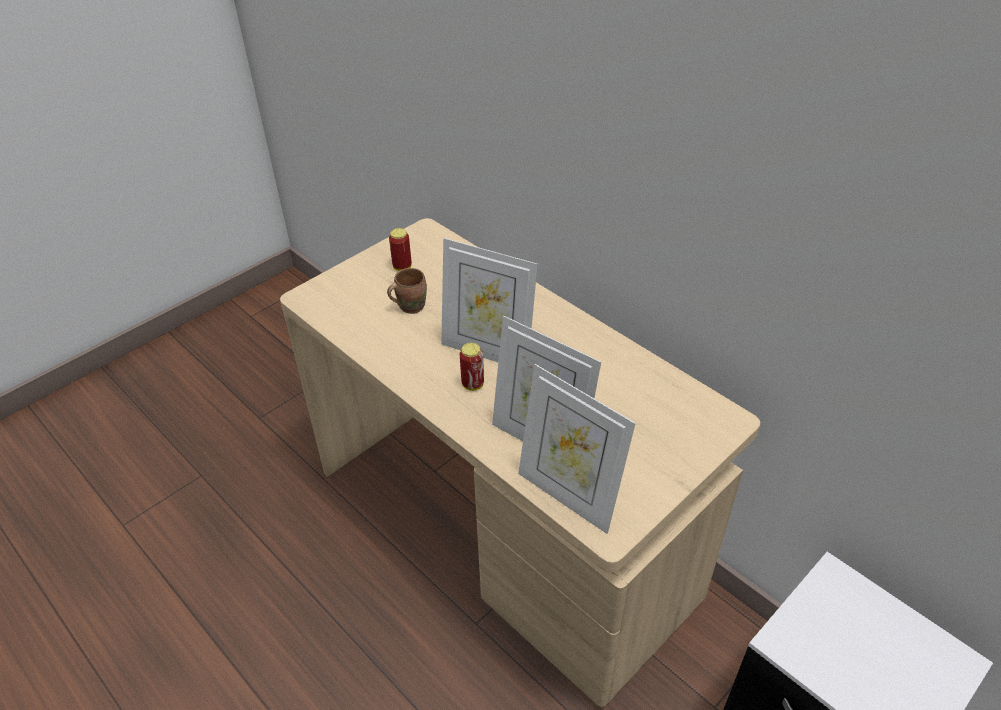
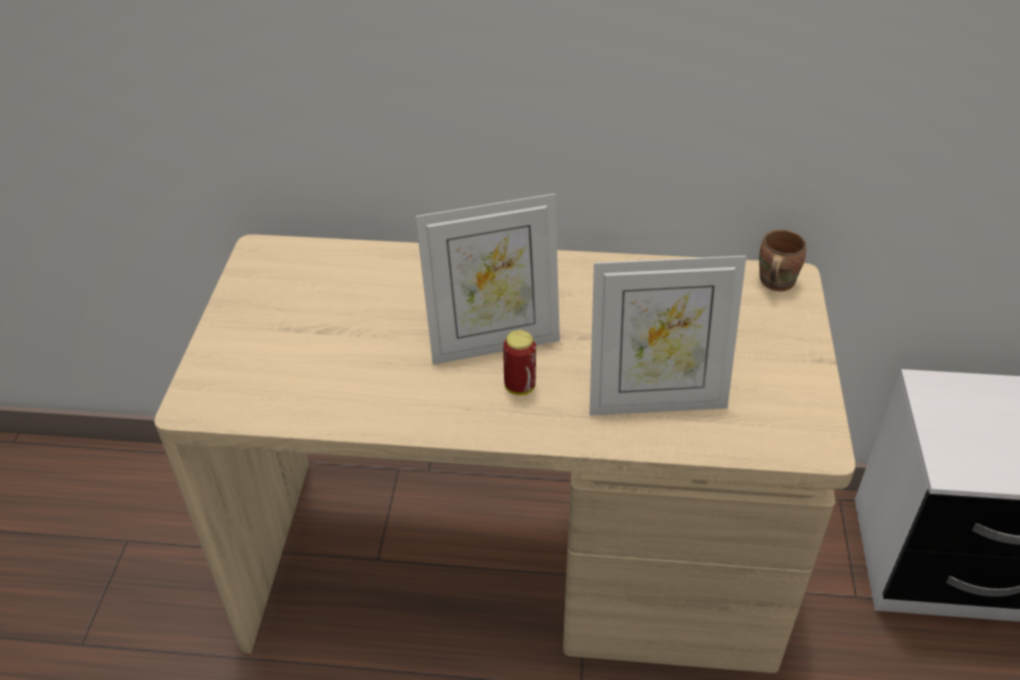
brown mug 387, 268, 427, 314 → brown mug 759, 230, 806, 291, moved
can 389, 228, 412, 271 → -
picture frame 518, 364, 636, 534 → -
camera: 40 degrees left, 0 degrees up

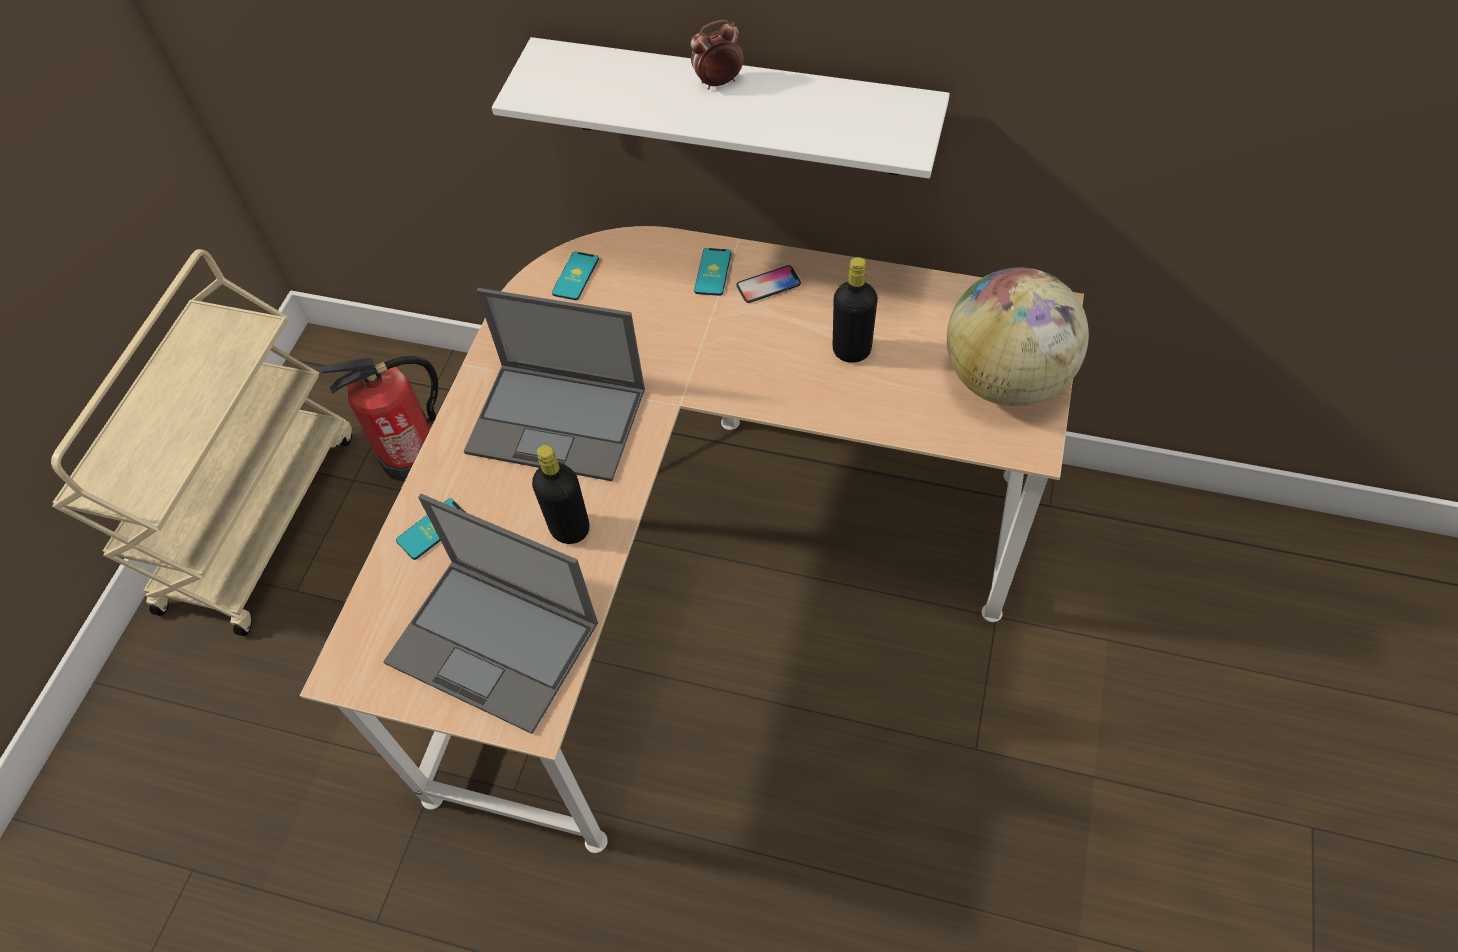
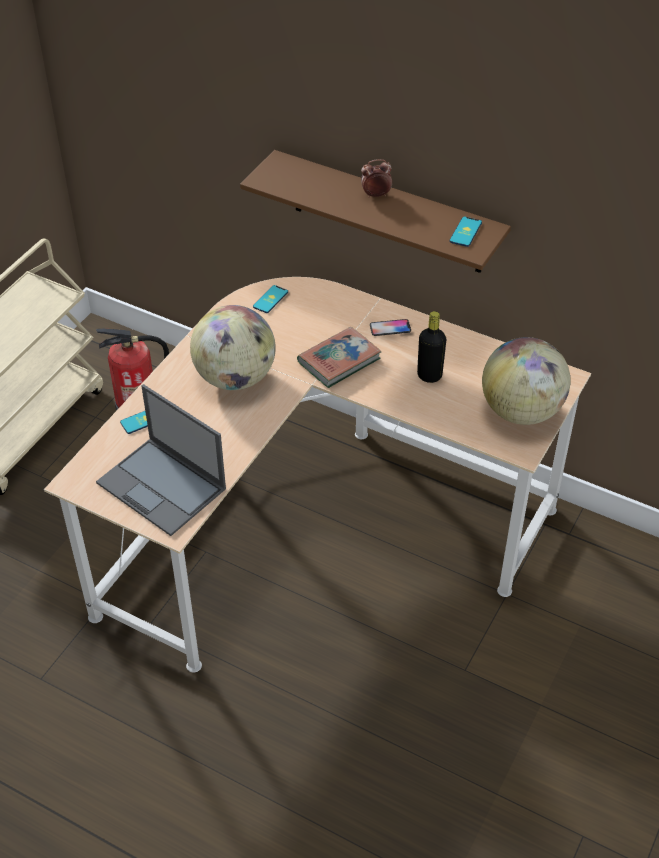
laptop 464, 288, 645, 481 → globe 190, 305, 276, 390
white shelf 492, 37, 950, 179 → brown shelf 240, 150, 511, 273
black bottle 532, 445, 590, 544 → -
phone 694, 248, 731, 296 → phone 450, 216, 482, 247, moved
- → book 297, 327, 381, 388
camera: 10 degrees right, 10 degrees down

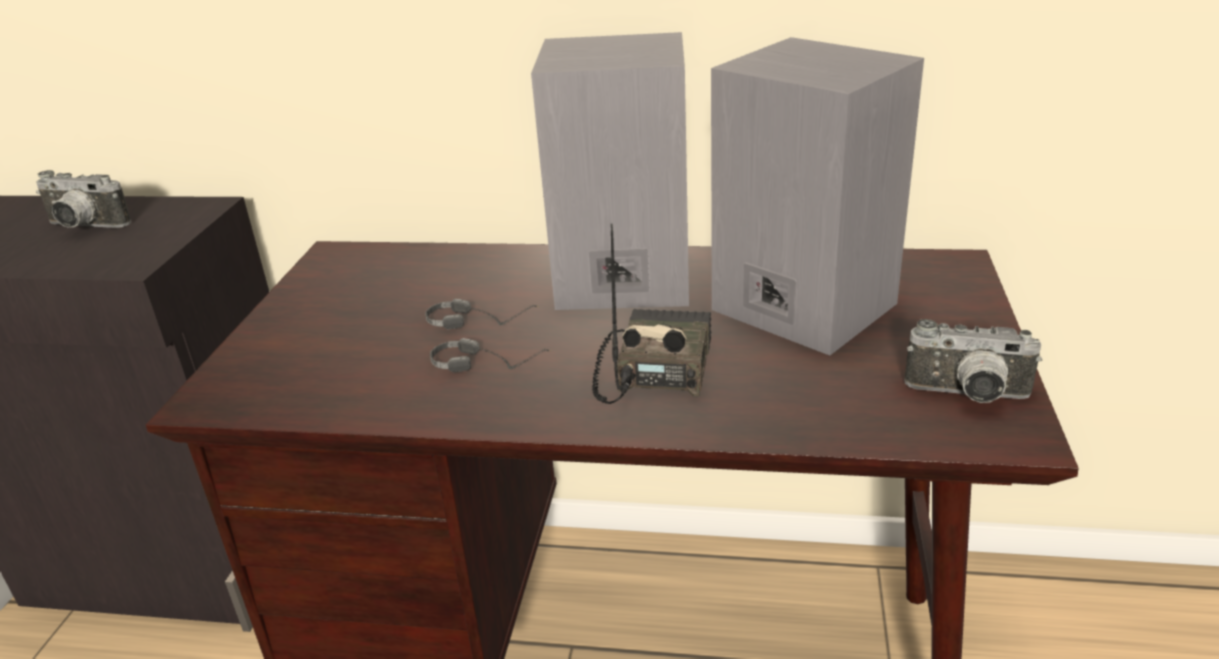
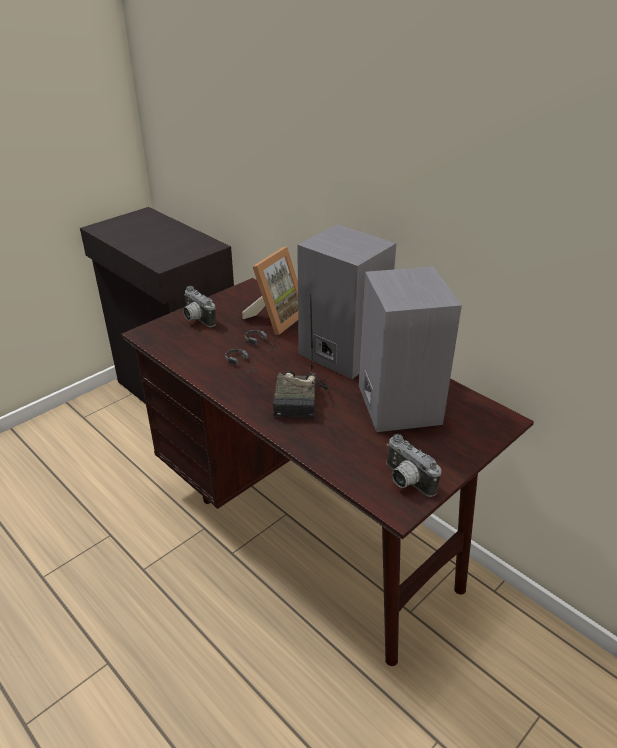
photo camera 36, 170, 131, 228 → photo camera 183, 286, 216, 327, moved
radio 592, 224, 711, 404 → radio 273, 293, 328, 418, 135 degrees clockwise
- → picture frame 242, 247, 298, 335
camera: 35 degrees right, 5 degrees up

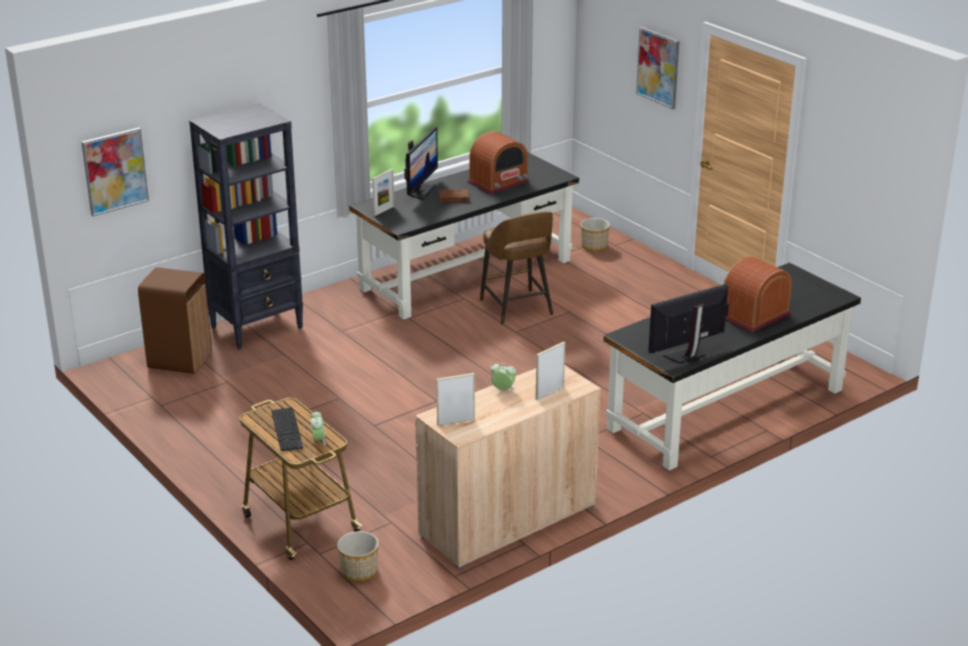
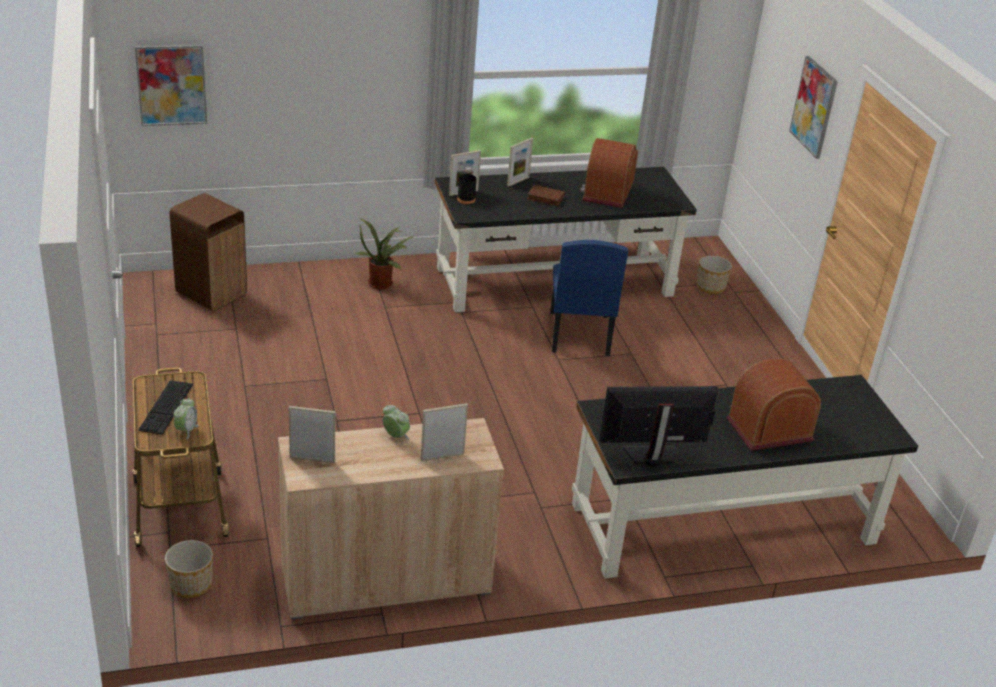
black bookcase 189, 103, 303, 350 → -
monitor 404, 127, 438, 200 → picture frame 507, 138, 533, 187
radio 468, 131, 529, 194 → radio 580, 138, 638, 208, 120 degrees clockwise
brown stool 480, 212, 553, 325 → blue chair 551, 240, 628, 356
- → potted plant 355, 218, 413, 290
- → black bottle 457, 167, 477, 204
camera: 20 degrees right, 5 degrees up

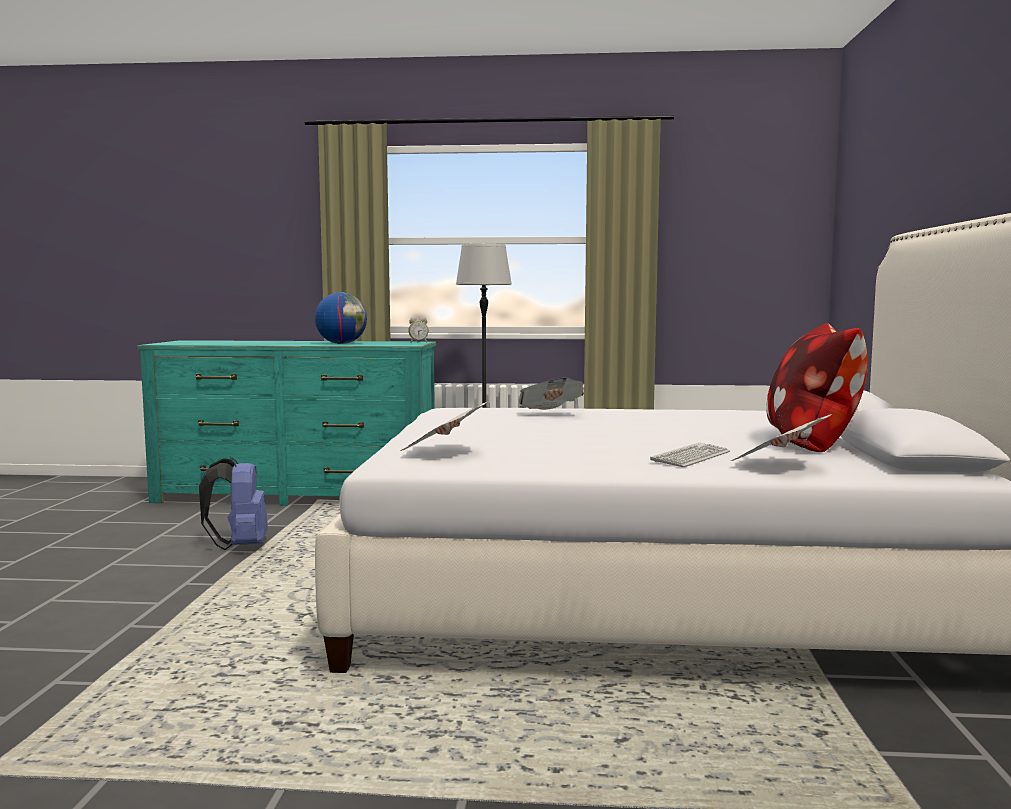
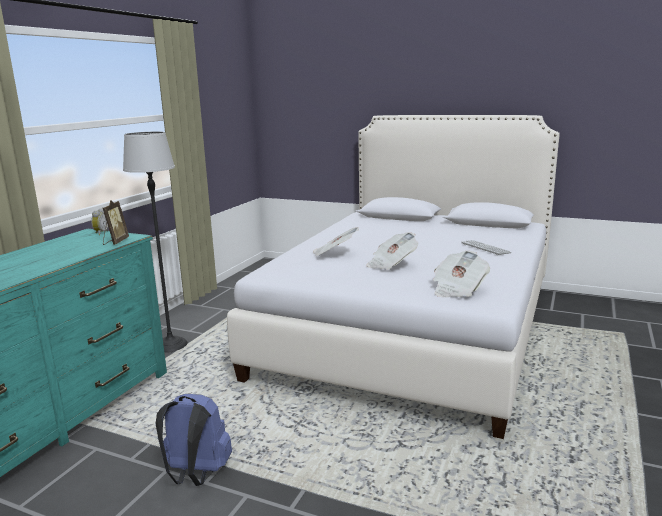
globe 315, 292, 367, 344 → -
newspaper 731, 414, 831, 461 → newspaper 366, 232, 418, 270, moved
pillow 766, 323, 868, 452 → -
- → picture frame 103, 200, 129, 245
camera: 70 degrees left, 10 degrees up

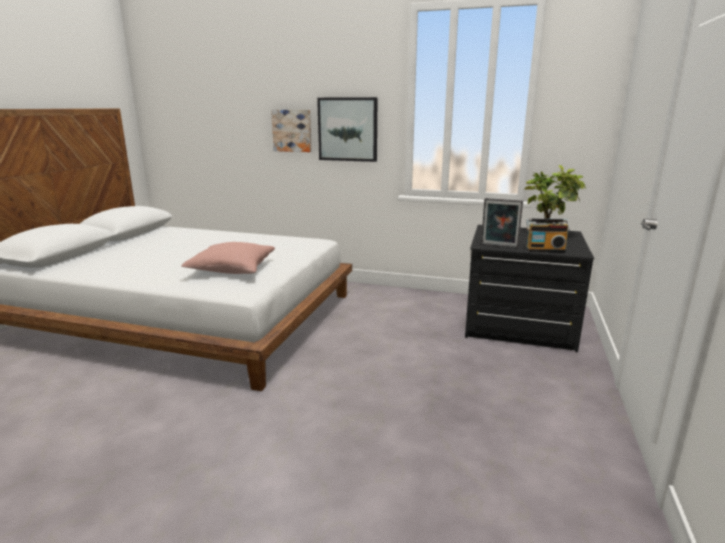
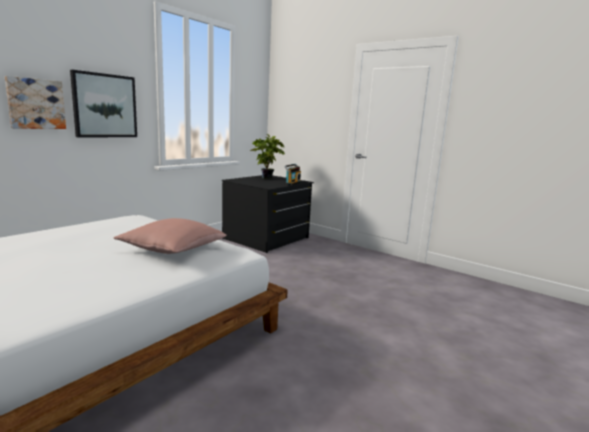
picture frame 481, 198, 523, 248 → -
camera: 70 degrees left, 5 degrees down

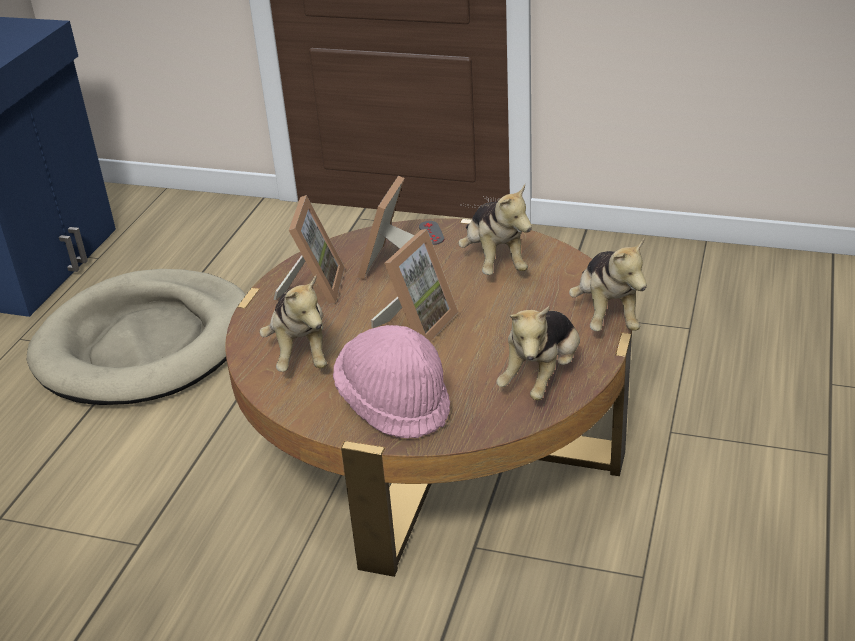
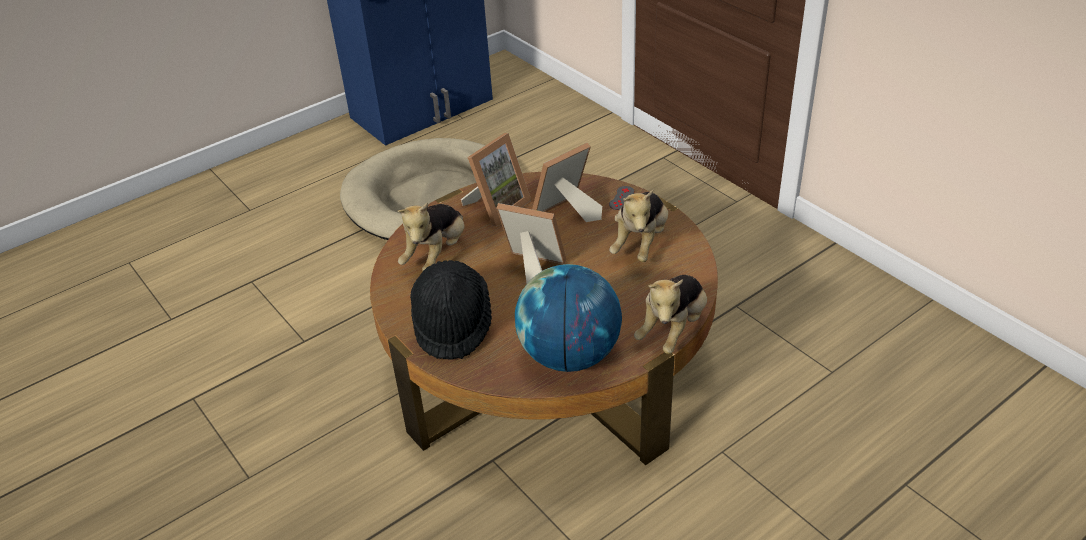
pink hat 333, 325, 450, 438 → black hat 410, 260, 492, 360
picture frame 371, 229, 458, 342 → picture frame 496, 203, 566, 283, 135 degrees counterclockwise
plush toy 496, 306, 580, 400 → globe 515, 264, 622, 372
camera: 35 degrees right, 5 degrees up

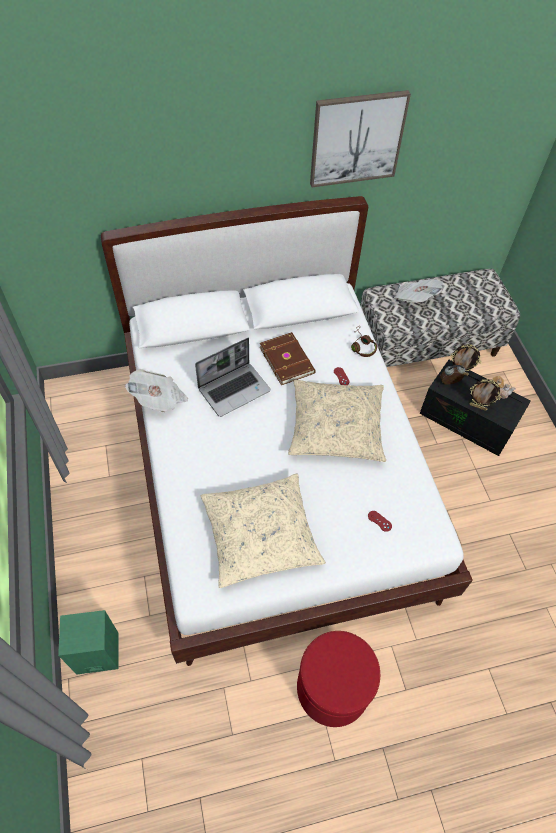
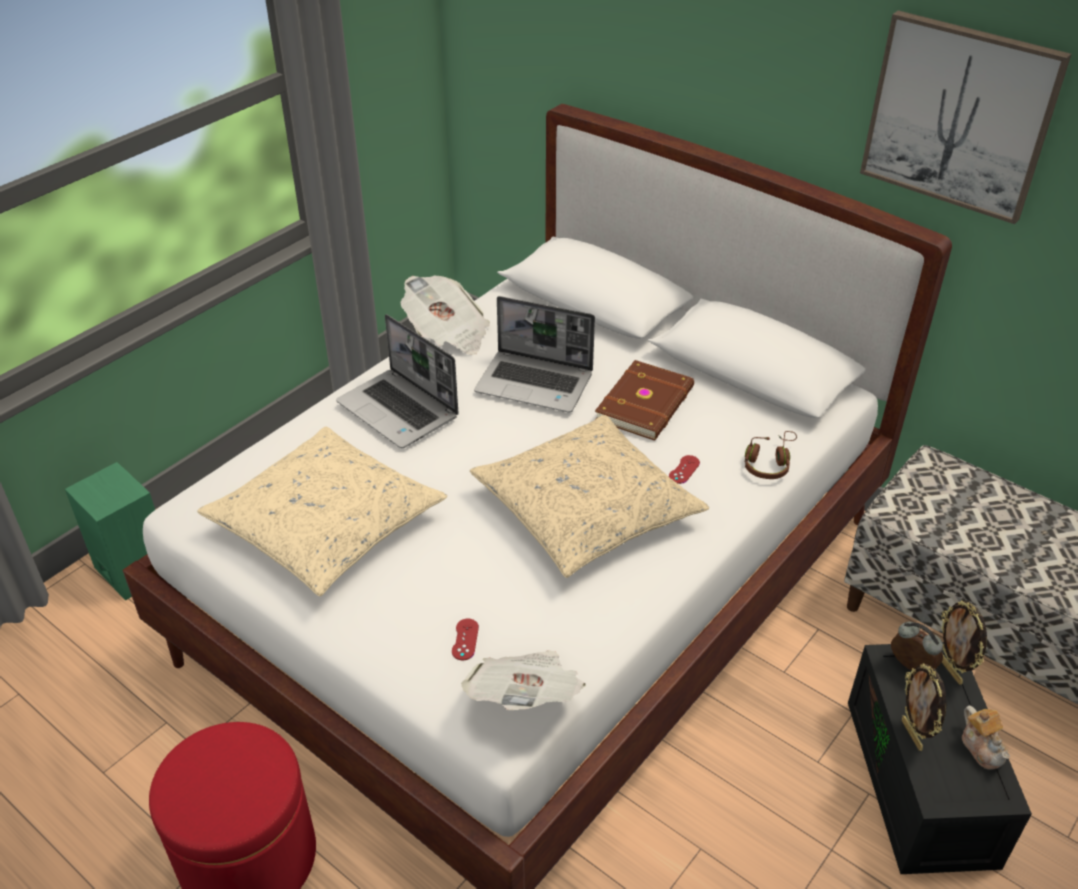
newspaper 394, 279, 443, 303 → newspaper 461, 650, 586, 710, moved
- → laptop 336, 314, 459, 448
camera: 55 degrees right, 15 degrees down

